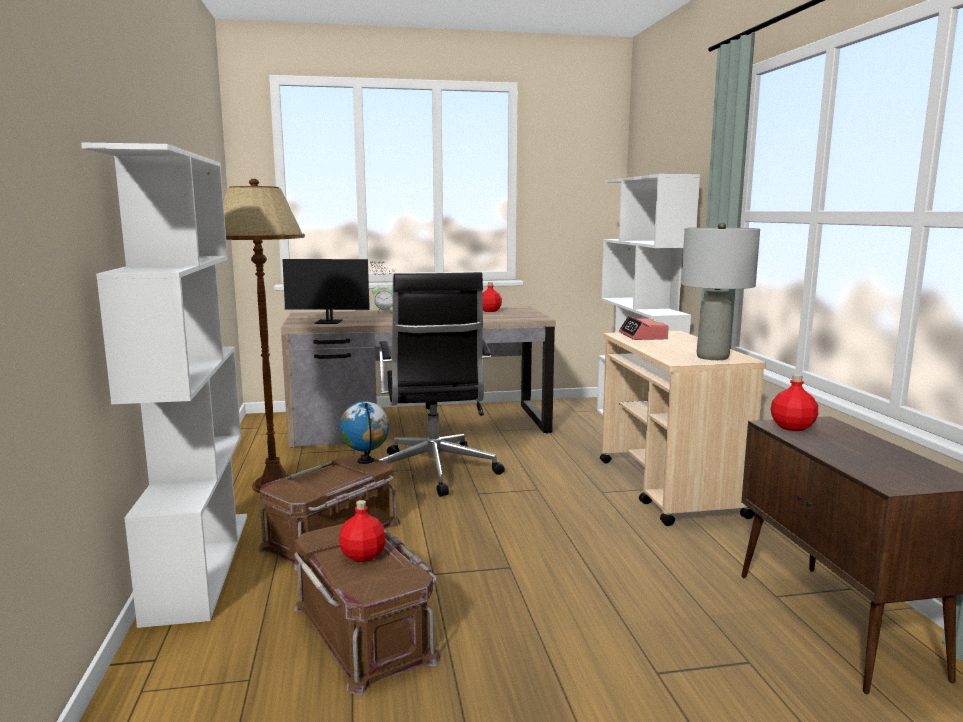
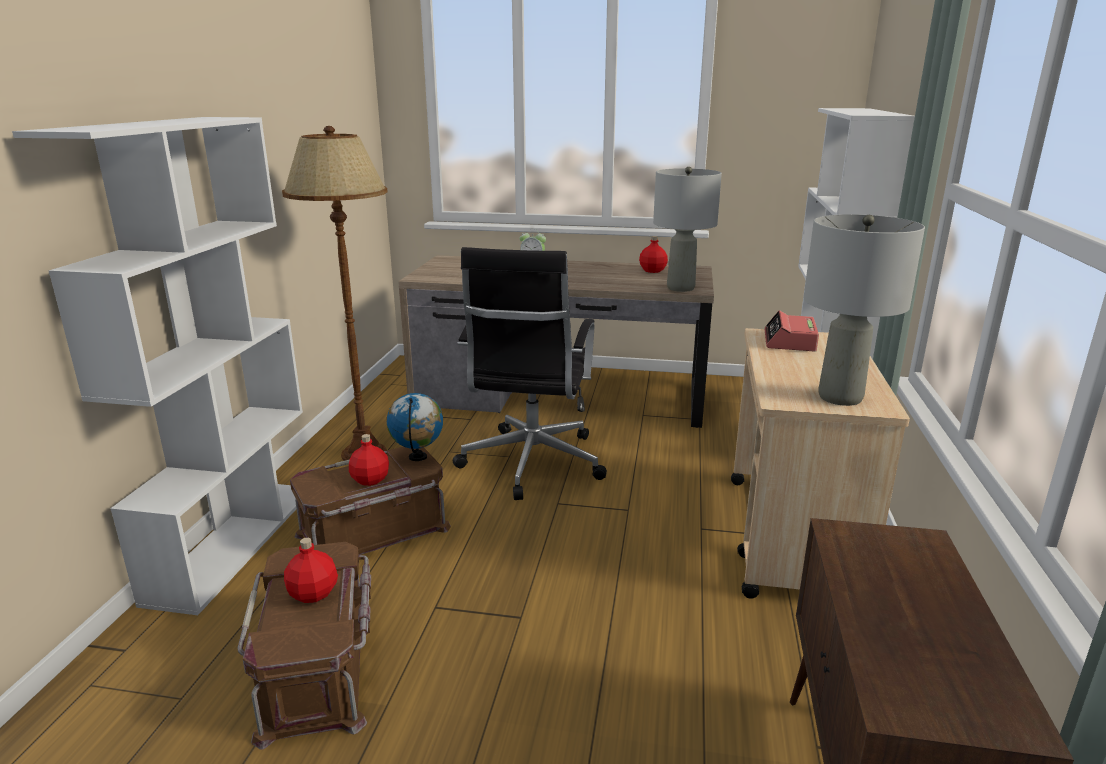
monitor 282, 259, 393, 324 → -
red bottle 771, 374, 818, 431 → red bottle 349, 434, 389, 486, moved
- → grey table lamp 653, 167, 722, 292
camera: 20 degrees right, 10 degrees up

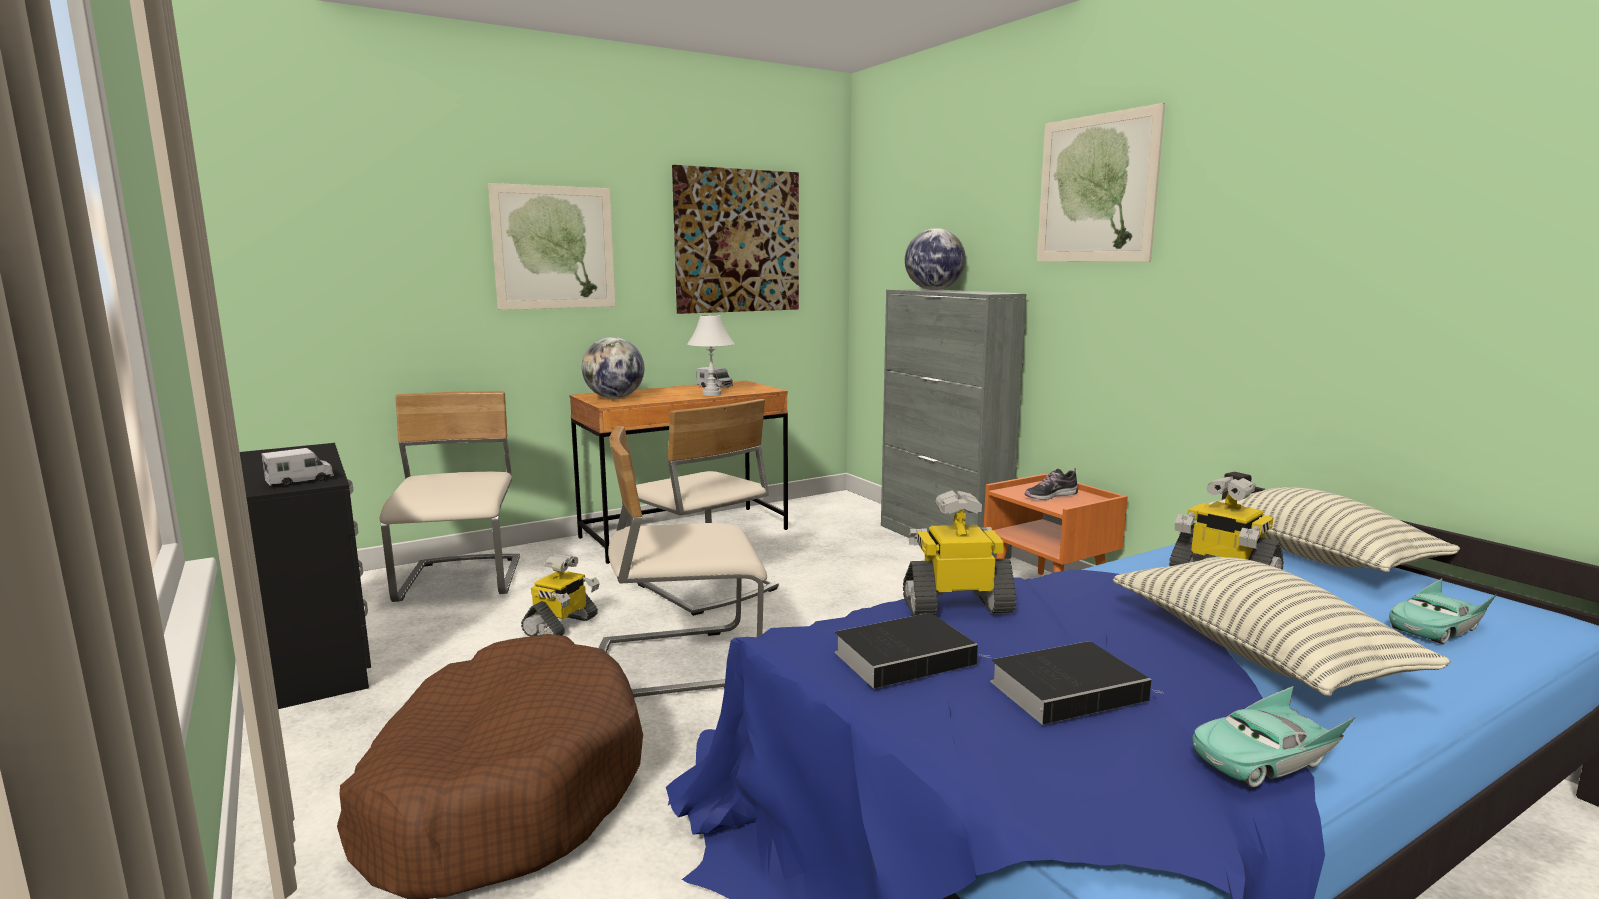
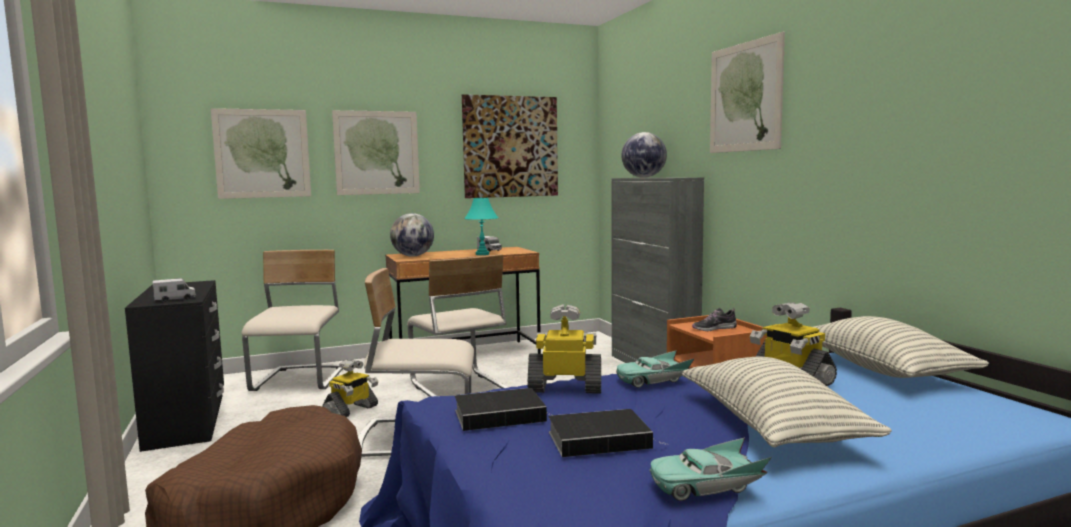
white table lamp 687, 315, 735, 396 → turquoise table lamp 464, 197, 498, 255
turquoise toy car 1389, 579, 1497, 644 → turquoise toy car 616, 350, 695, 388, moved
- → picture 211, 108, 311, 199
camera: 10 degrees right, 5 degrees down

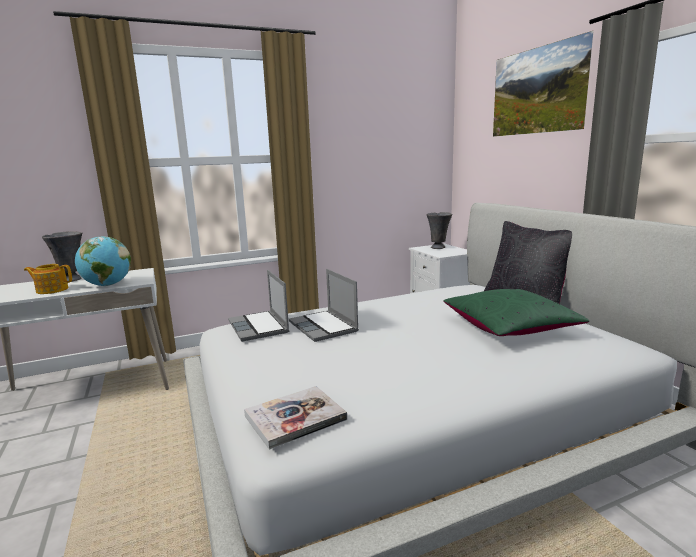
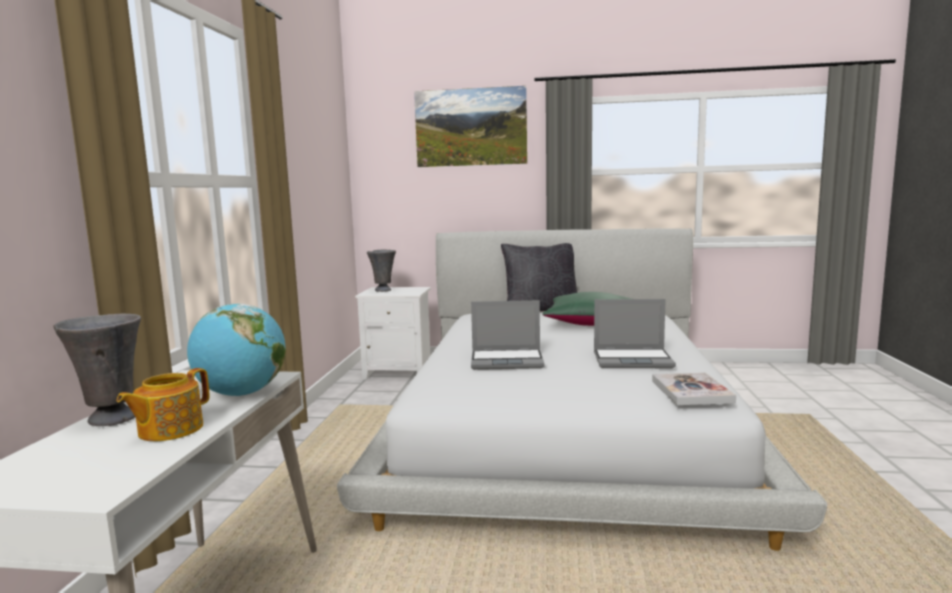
laptop 228, 270, 289, 342 → laptop 594, 299, 676, 368, moved
camera: 60 degrees left, 5 degrees down

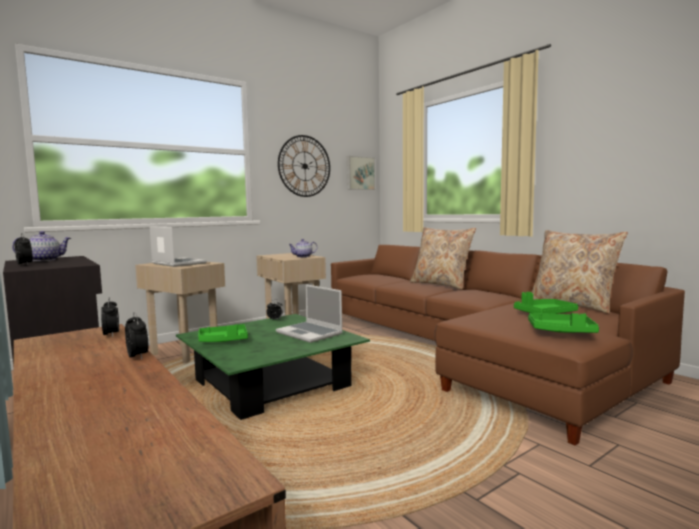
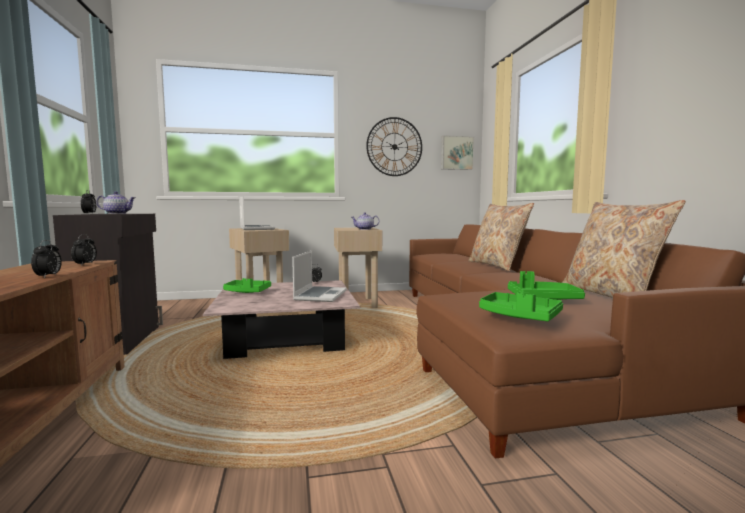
green coffee table 176, 314, 370, 420 → pink coffee table 203, 280, 360, 359
laptop 276, 284, 343, 343 → laptop 292, 251, 347, 302, 150 degrees counterclockwise
camera: 25 degrees right, 0 degrees up

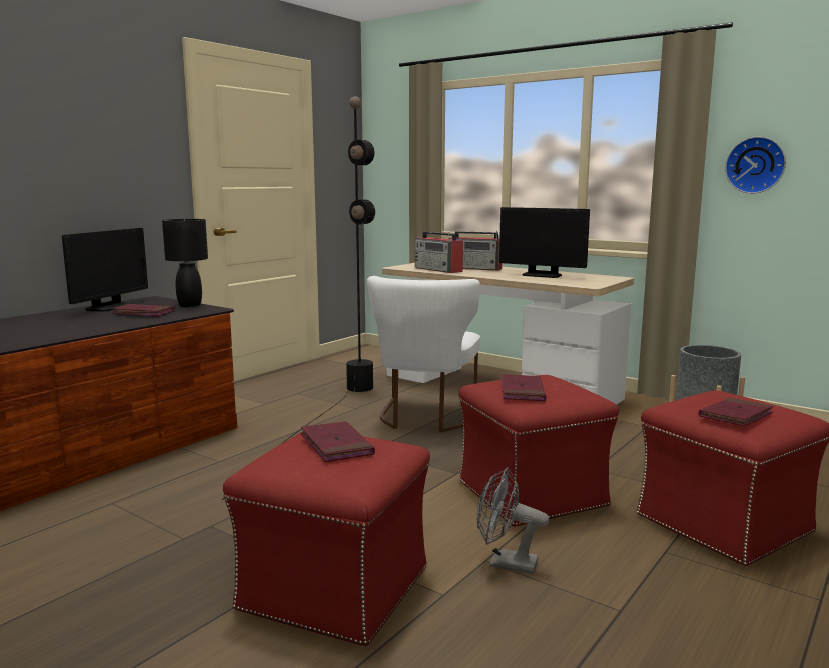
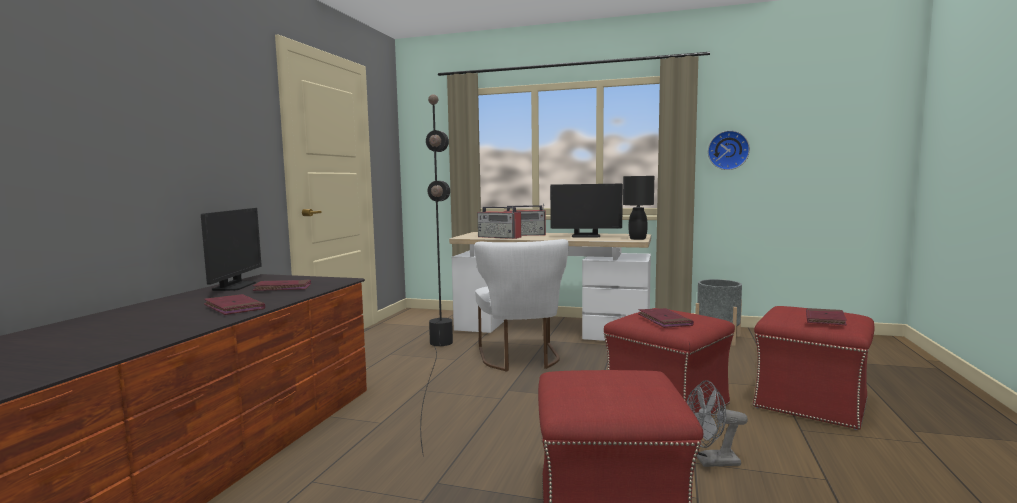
black table lamp 162, 219, 208, 307 → black table lamp 623, 176, 654, 240, moved
red book 301, 421, 375, 462 → red book 204, 294, 265, 315, moved
camera: 20 degrees left, 5 degrees down

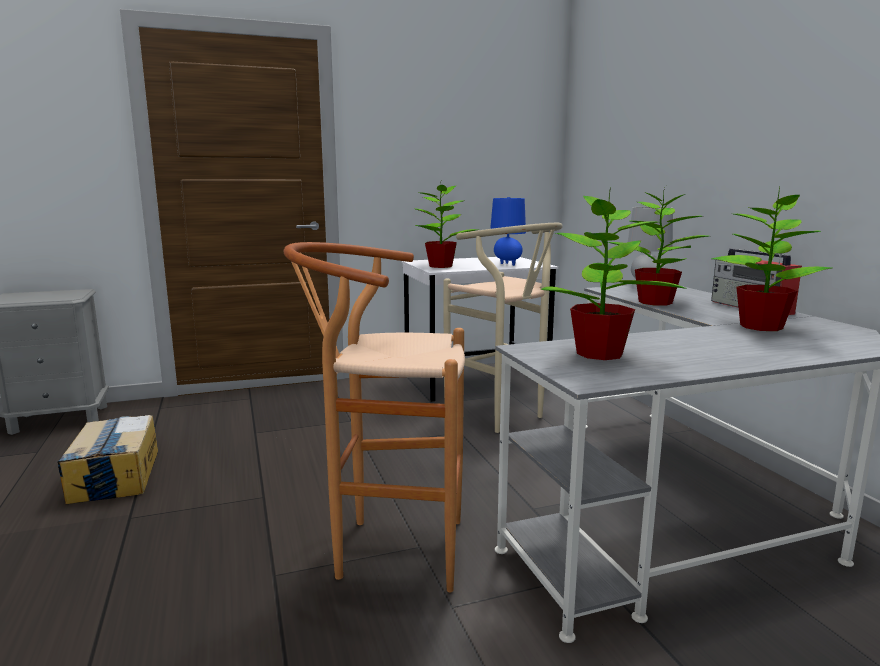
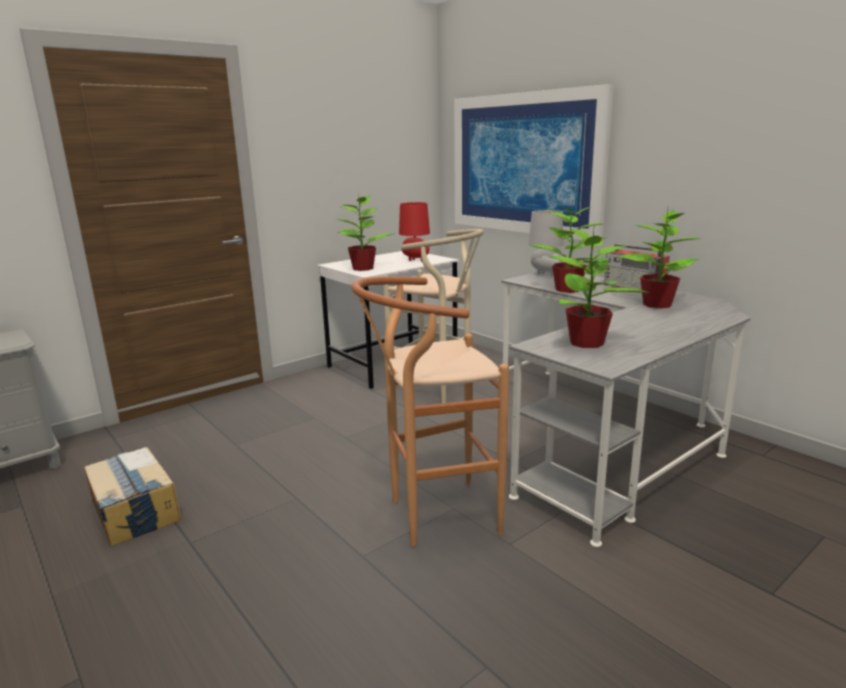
blue table lamp 490, 197, 526, 266 → red table lamp 399, 202, 430, 262
- → picture 454, 84, 614, 240
camera: 20 degrees left, 5 degrees up

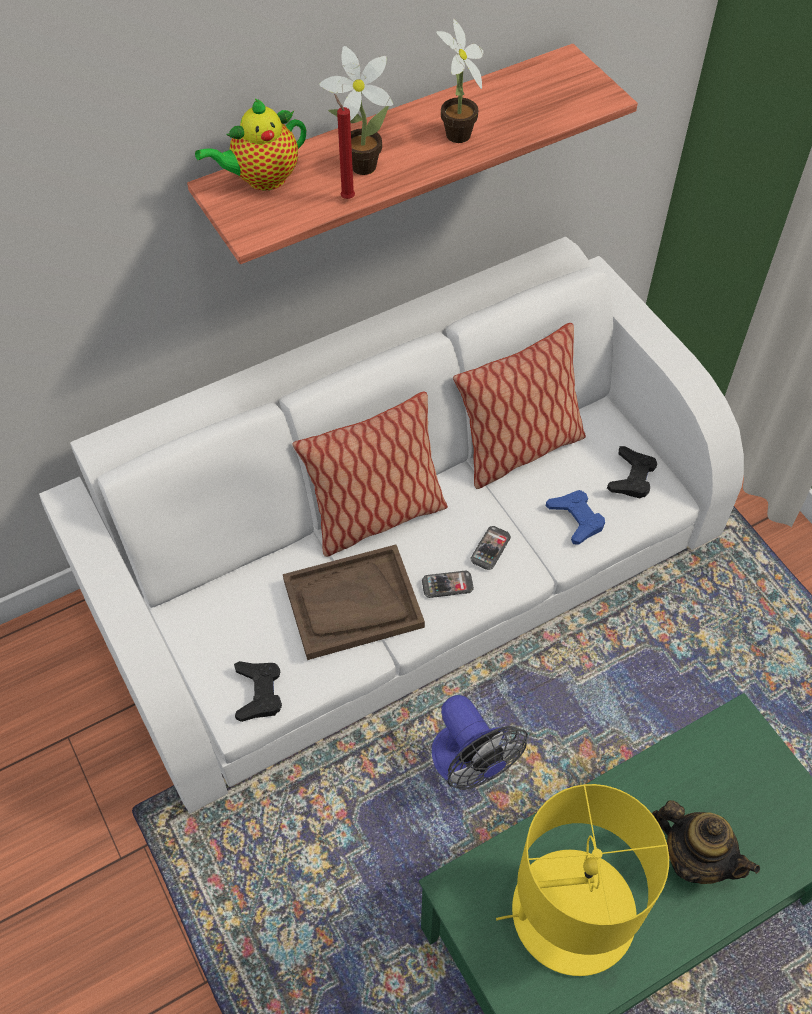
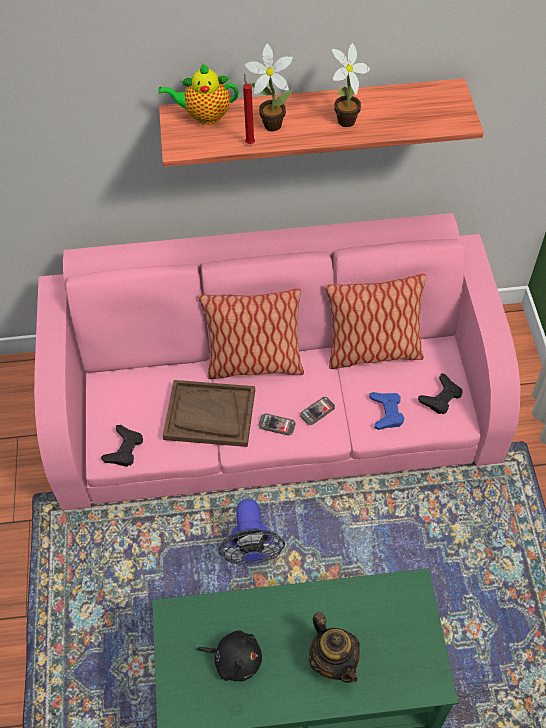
white sofa 39, 237, 744, 813 → pink sofa 34, 213, 521, 511
yellow table lamp 496, 784, 669, 976 → black plush toy 197, 631, 262, 681
camera: 25 degrees right, 0 degrees up

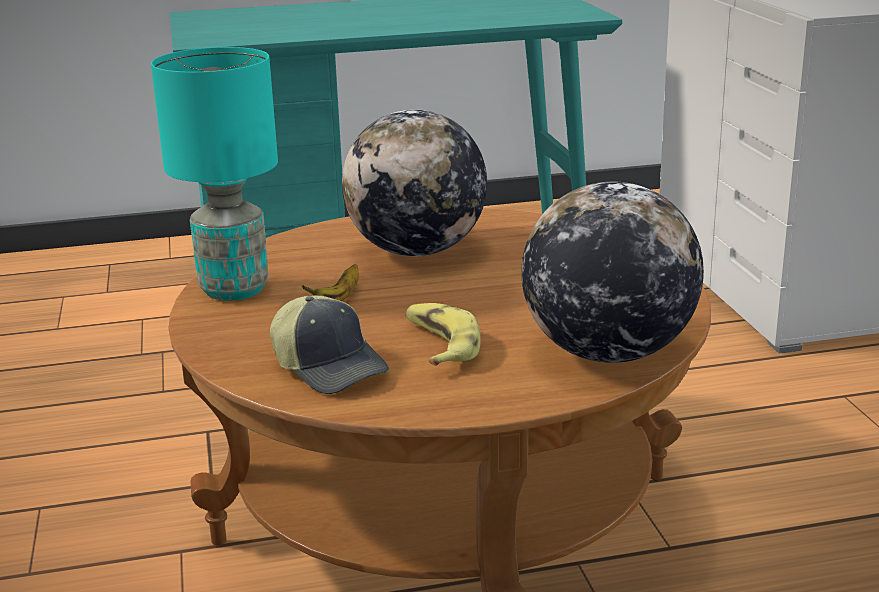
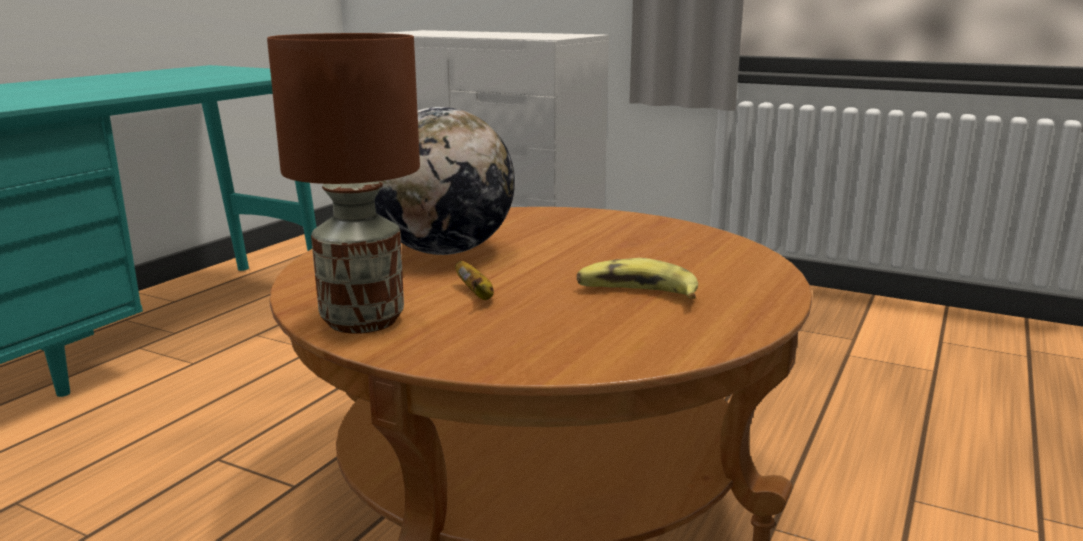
turquoise table lamp 151, 47, 278, 301 → brown table lamp 267, 33, 420, 334
cap 270, 295, 389, 394 → -
globe 521, 182, 704, 363 → -
camera: 50 degrees left, 5 degrees down

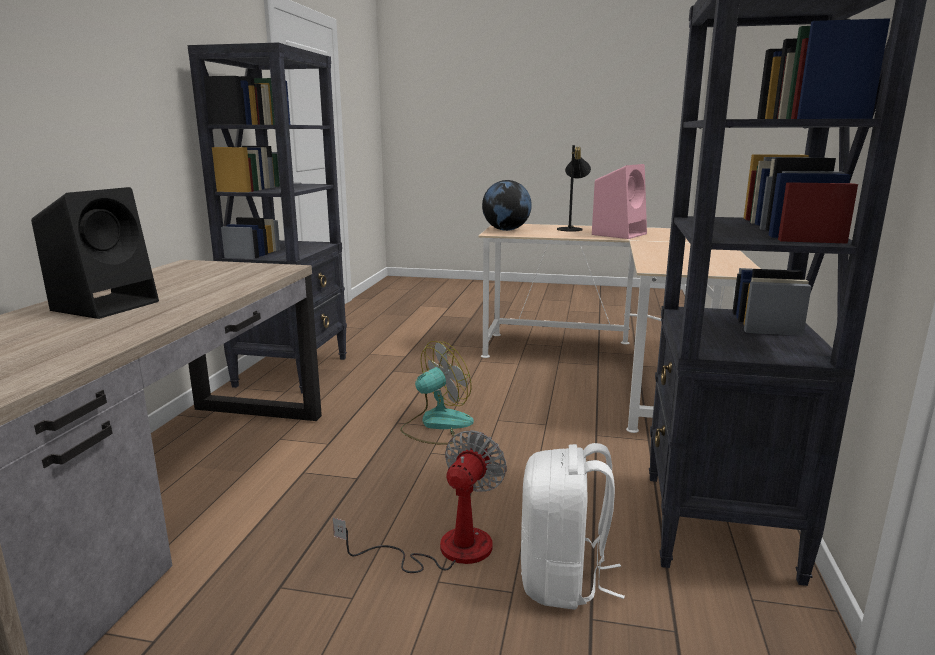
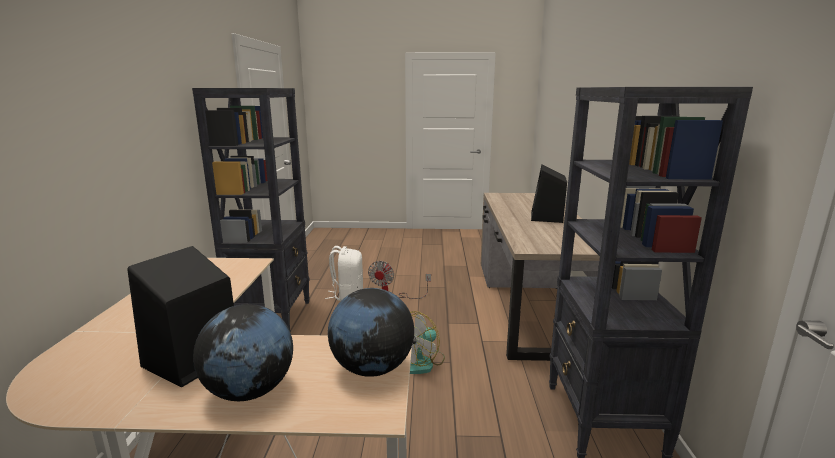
black table lamp 557, 145, 591, 232 → globe 193, 304, 293, 401
pink speaker 592, 164, 647, 239 → black speaker 127, 246, 234, 387
camera: 170 degrees right, 0 degrees up

